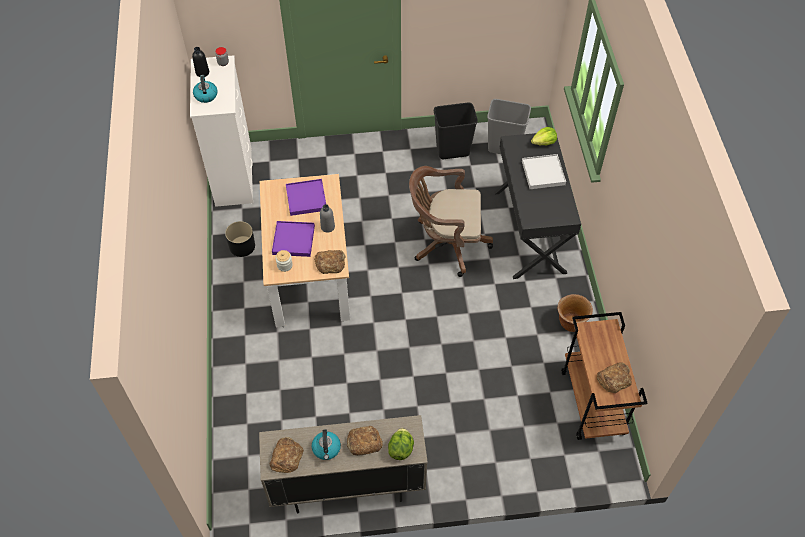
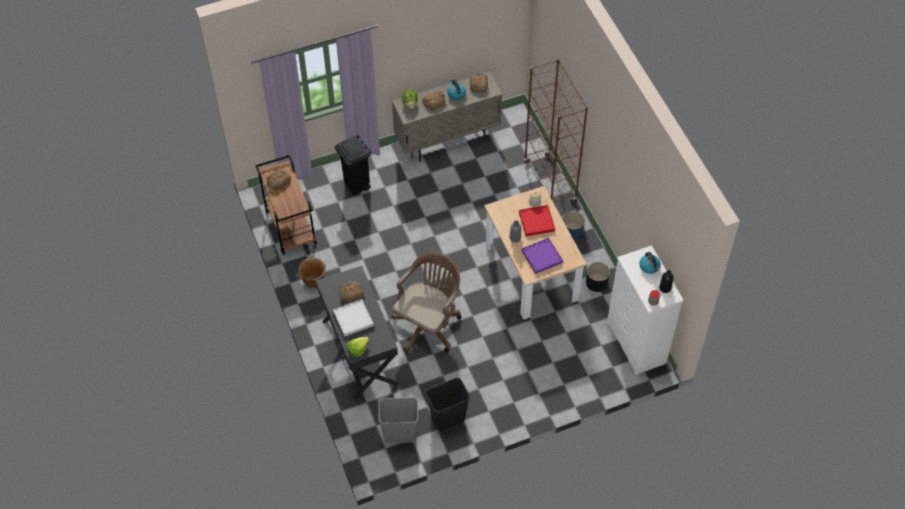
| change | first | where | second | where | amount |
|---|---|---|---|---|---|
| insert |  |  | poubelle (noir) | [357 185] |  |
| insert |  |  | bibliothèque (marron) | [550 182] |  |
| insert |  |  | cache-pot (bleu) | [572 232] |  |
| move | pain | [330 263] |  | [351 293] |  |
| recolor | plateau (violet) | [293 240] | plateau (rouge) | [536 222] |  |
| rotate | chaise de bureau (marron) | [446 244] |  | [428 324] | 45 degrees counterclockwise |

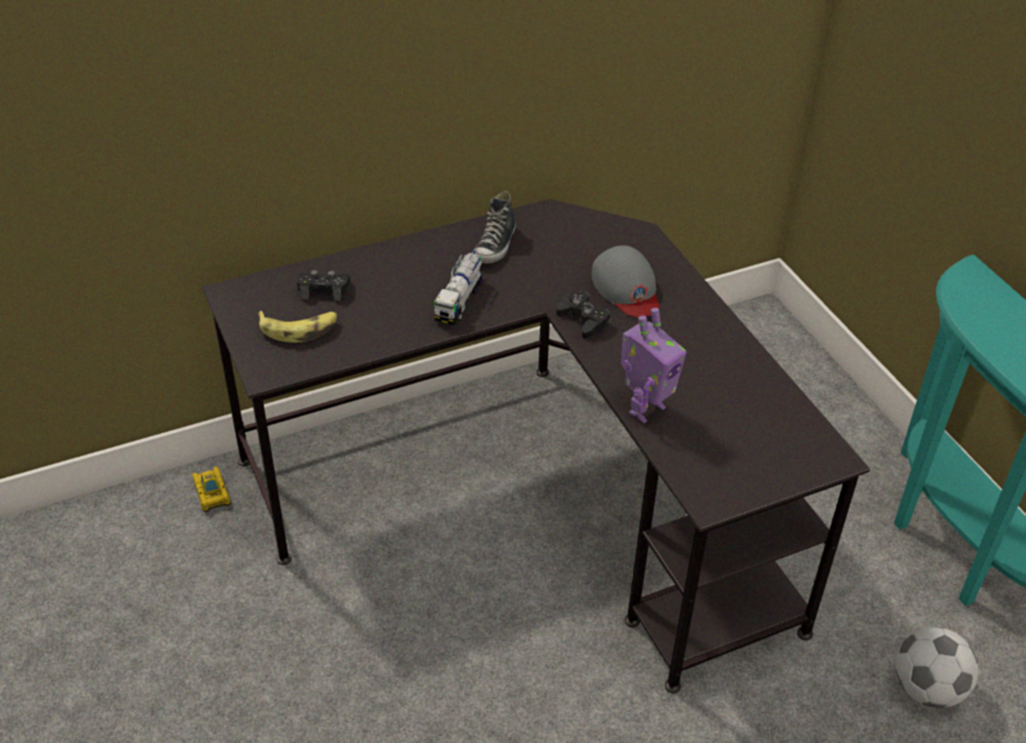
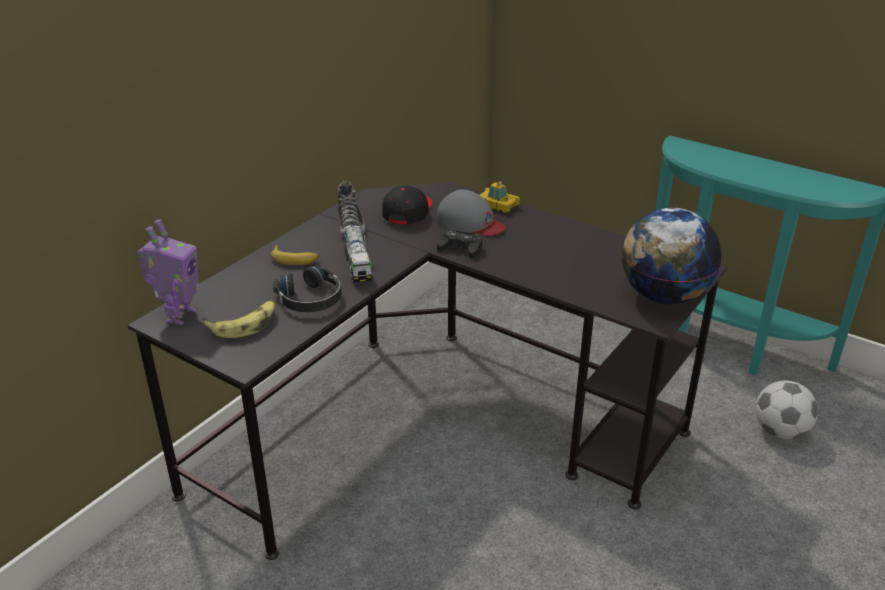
| change | first | where | second | where | amount |
|---|---|---|---|---|---|
| delete | manette (noir) | [323 289] |  |  |  |
| insert |  |  | banane | [295 259] |  |
| insert |  |  | casque audio (noir) | [311 299] |  |
| insert |  |  | casquette (noir) | [407 211] |  |
| insert |  |  | globe | [663 296] |  |
| move | petite voiture | [212 493] |  | [496 205] |  |
| move | robot jouet | [645 409] |  | [179 315] |  |

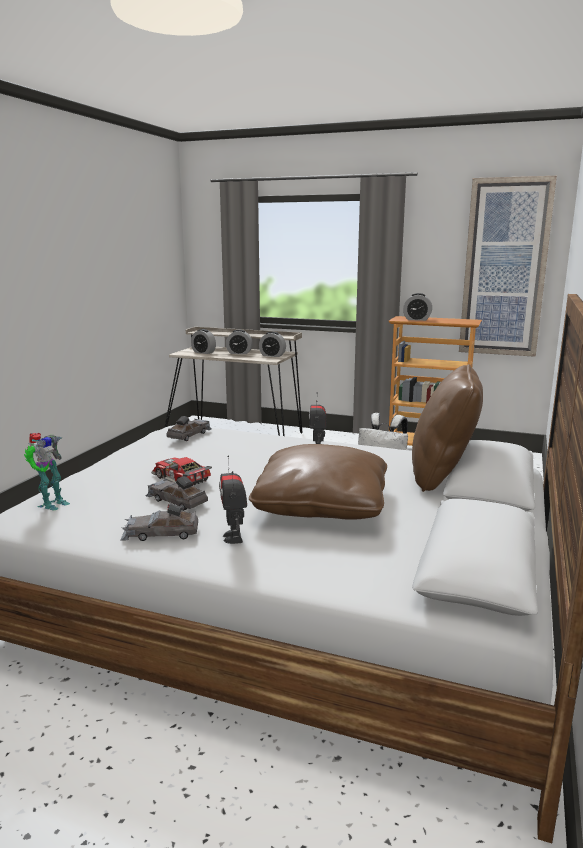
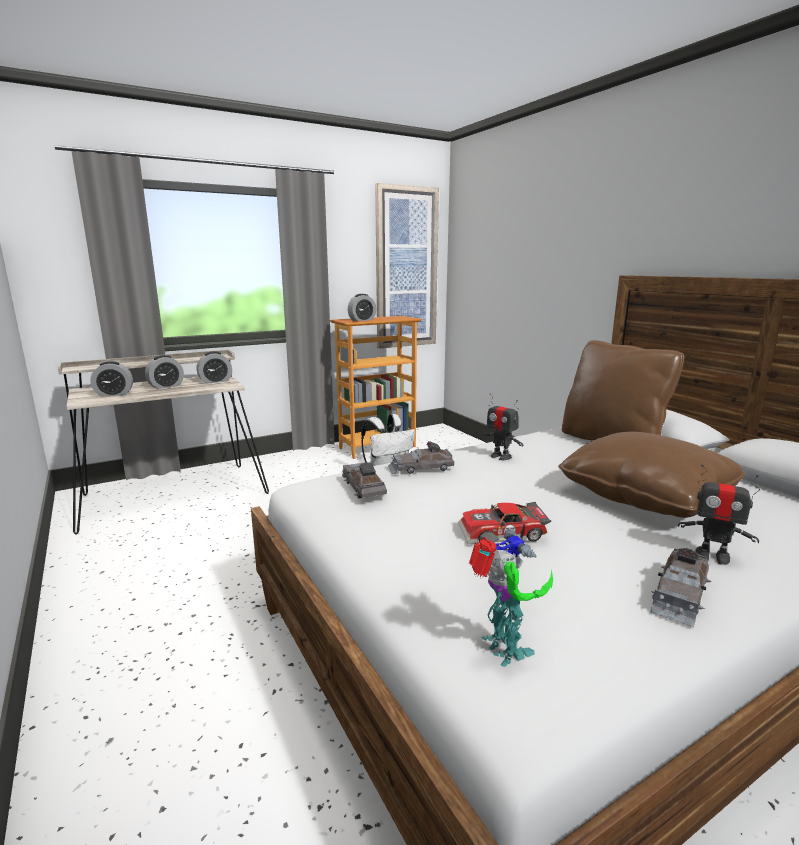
| change | first | where | second | where | amount |
|---|---|---|---|---|---|
| move | petite voiture (gris) | [176 501] |  | [420 468] |  |

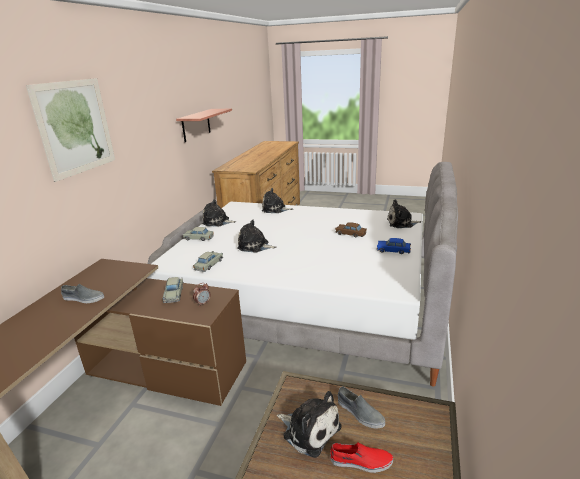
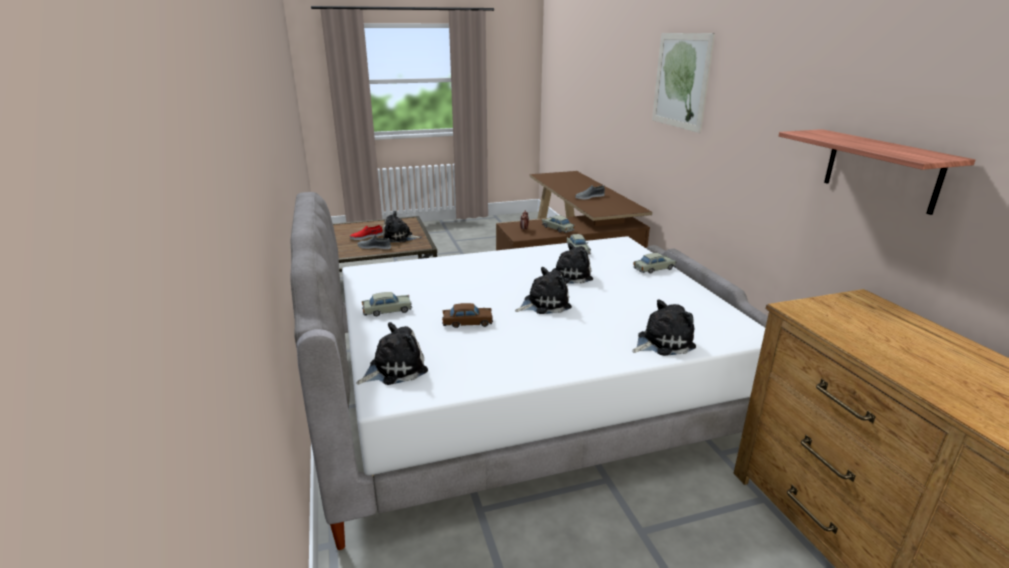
| change | first | where | second | where | amount |
|---|---|---|---|---|---|
| move | peluche | [217 222] |  | [544 304] |  |
| recolor | petite voiture (bleu) | [393 250] | petite voiture (beige) | [387 310] |  |

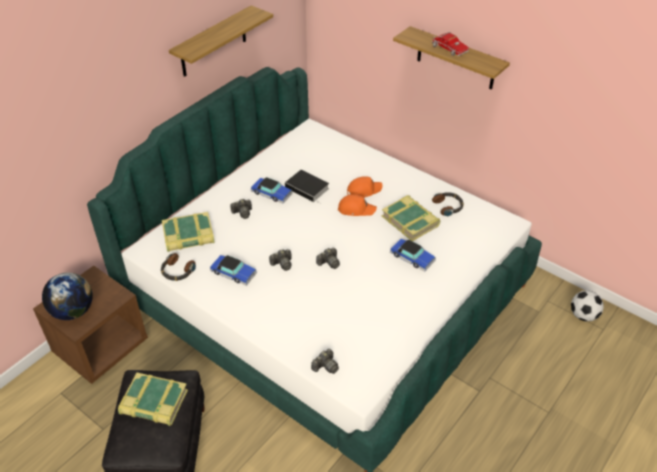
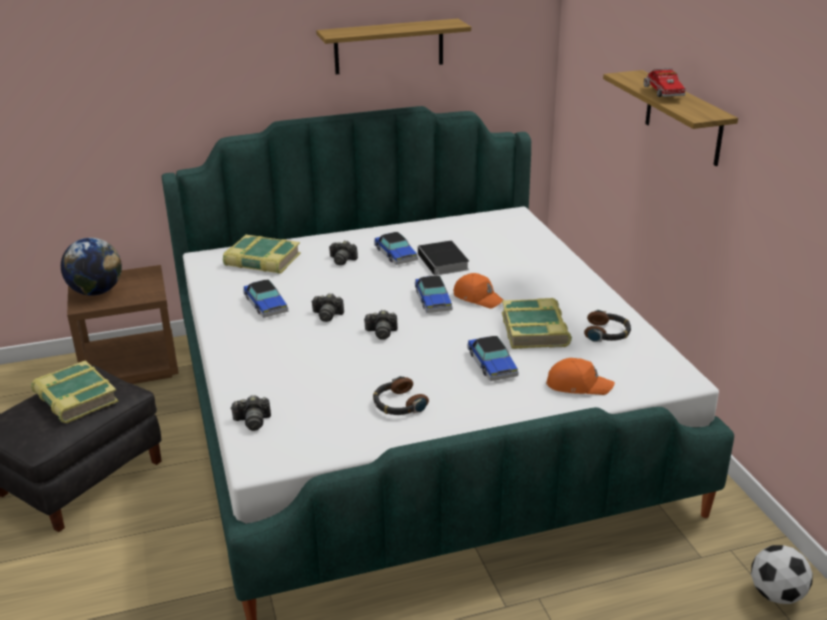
| change | first | where | second | where | amount |
|---|---|---|---|---|---|
| insert |  |  | petite voiture | [433 300] |  |
| move | casque audio | [177 271] |  | [398 404] |  |
| move | casquette (orange) | [363 190] |  | [578 385] |  |

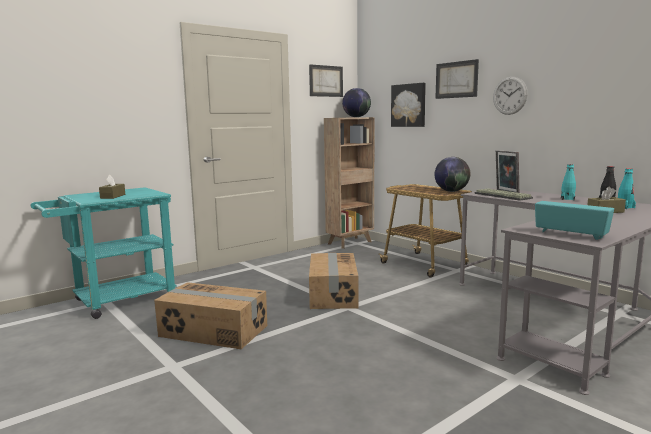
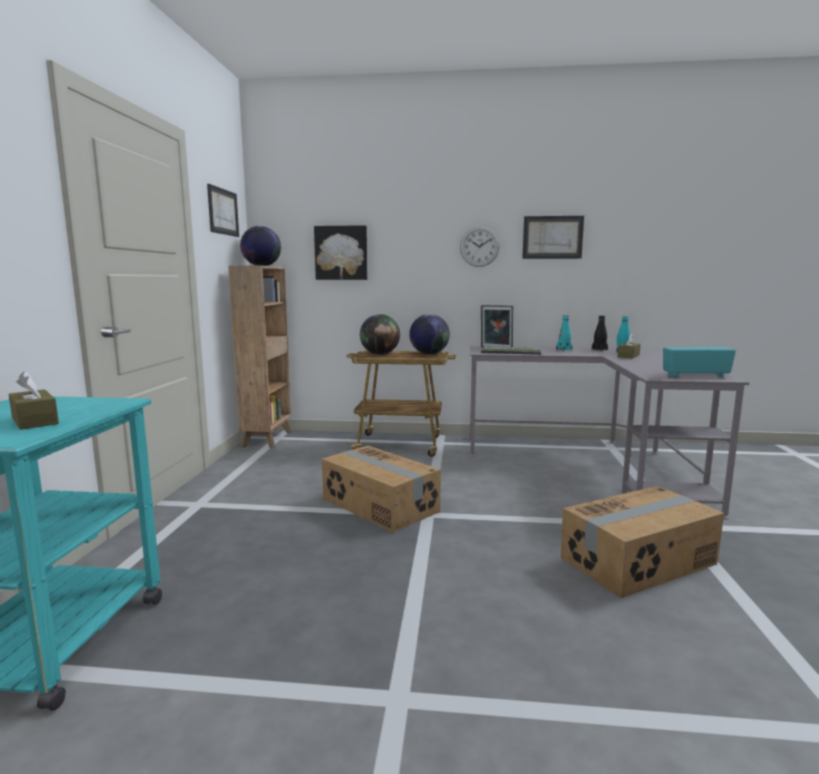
| change | first | where | second | where | amount |
|---|---|---|---|---|---|
| insert |  |  | globe | [380 354] |  |
| move | carton | [213 331] |  | [639 561] |  |
| move | tableau | [456 79] |  | [552 237] |  |

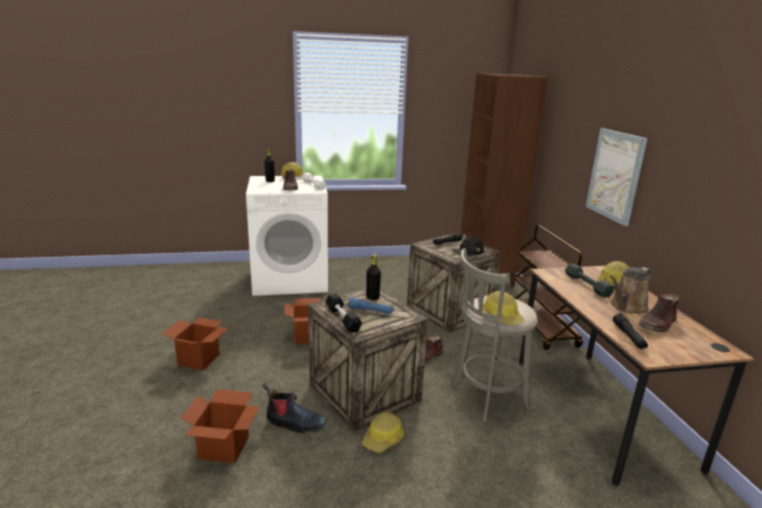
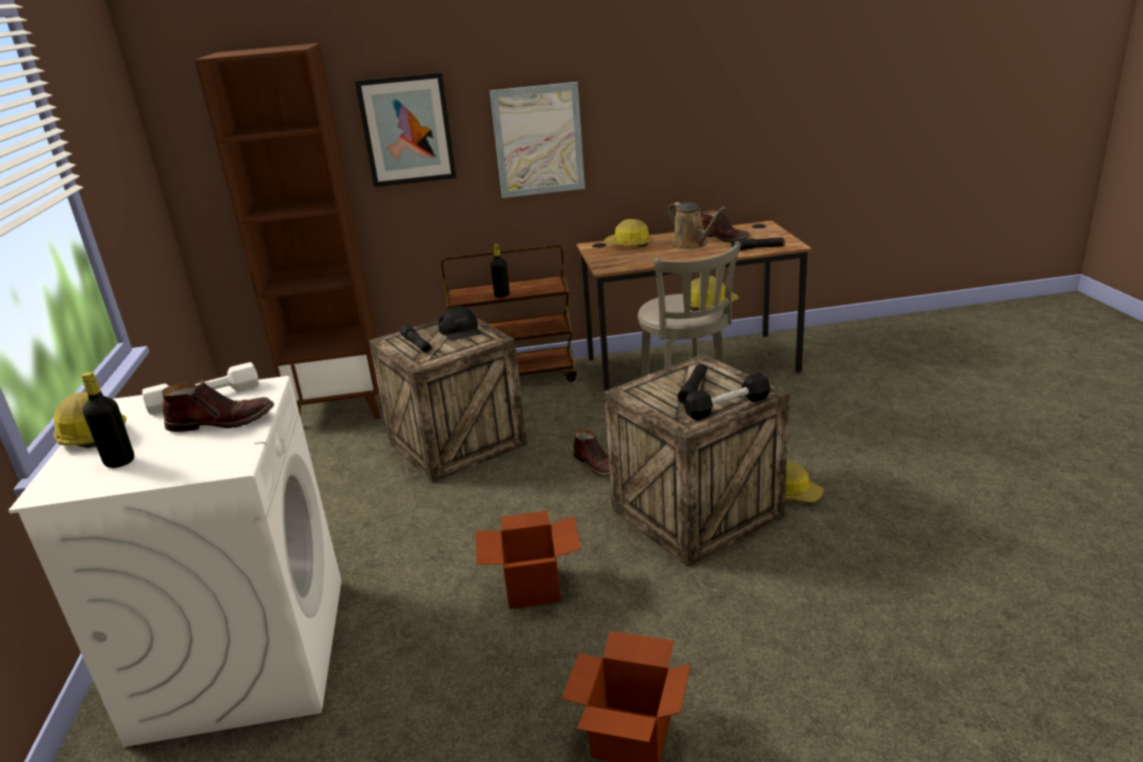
| change | first | where | second | where | amount |
|---|---|---|---|---|---|
| delete | carton | [223 447] |  |  |  |
| delete | botte | [294 423] |  |  |  |
| delete | haltère (gris) | [586 285] |  |  |  |
| insert |  |  | tableau | [407 130] |  |
| move | bouteille (noir) | [372 297] |  | [502 295] |  |
| recolor | lampe de poche (bleu) | [370 310] | lampe de poche (noir) | [693 389] |  |

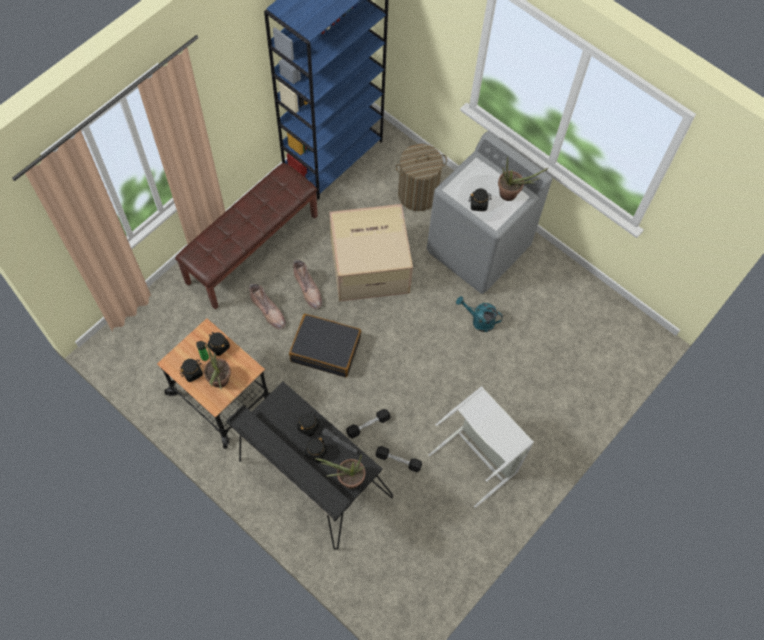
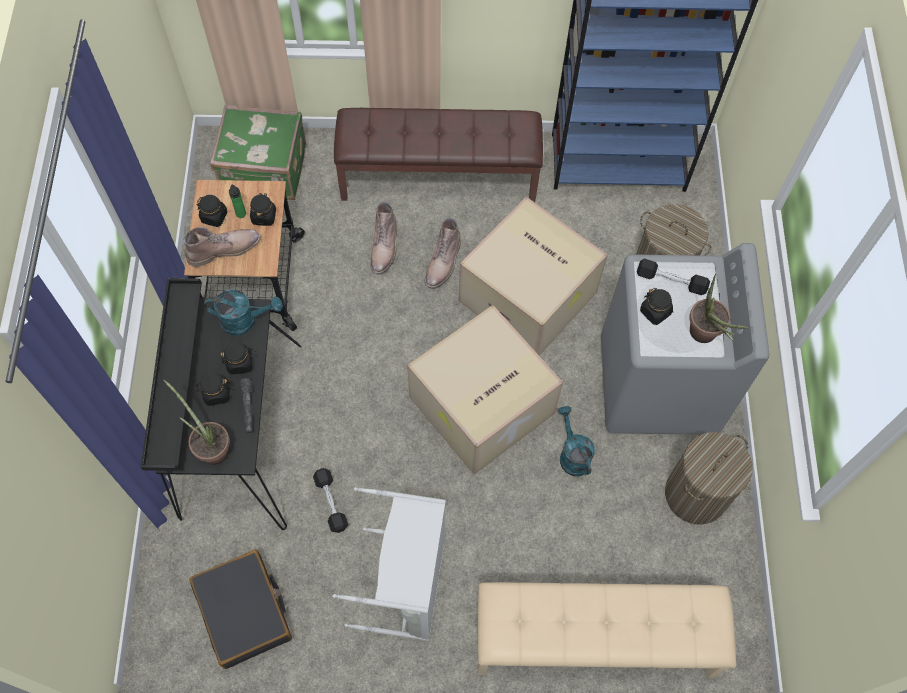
| change | first | where | second | where | amount |
|---|---|---|---|---|---|
| insert |  |  | arrosoir (turquoise) | [245 320] |  |
| insert |  |  | valise (vert) | [265 171] |  |
| insert |  |  | carton | [481 407] |  |
| insert |  |  | banc (beige) | [593 642] |  |
| insert |  |  | panier à linge | [696 494] |  |
| move | valise (noir) | [326 349] |  | [244 612] |  |
| move | haltère (noir) | [368 425] |  | [671 281] |  |
| replace | plante en pot | [219 383] | botte (marron) | [224 249] |  |

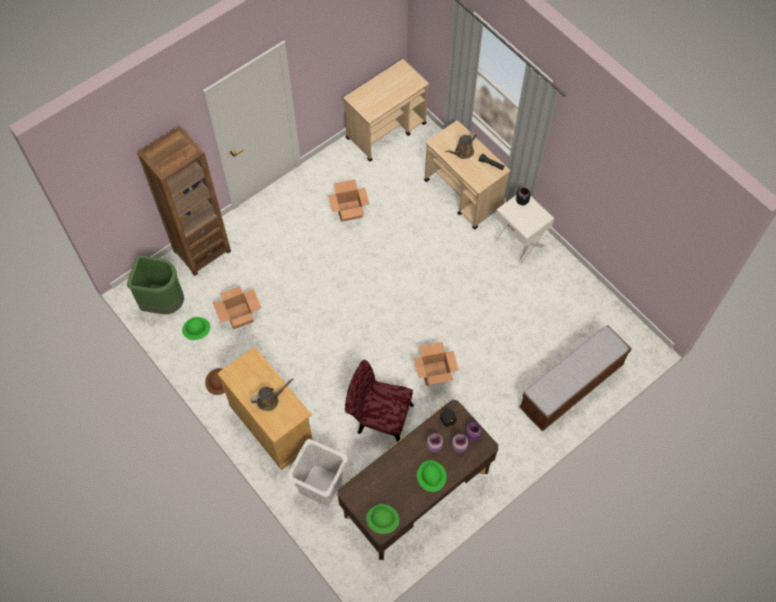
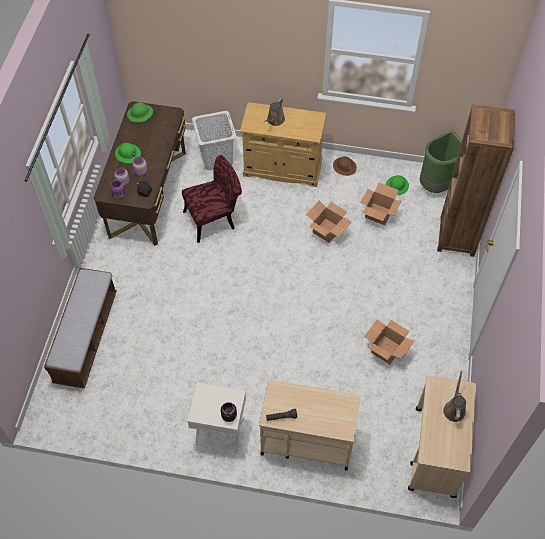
| change | first | where | second | where | amount |
|---|---|---|---|---|---|
| move | carton | [434 373] |  | [327 230] |  |
| move | arrosoir (marron) | [462 152] |  | [454 409] |  |

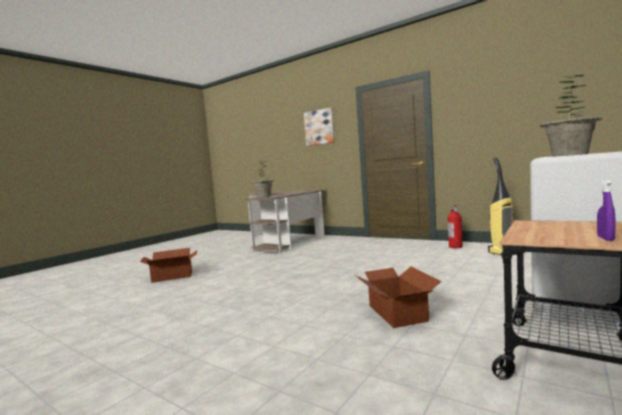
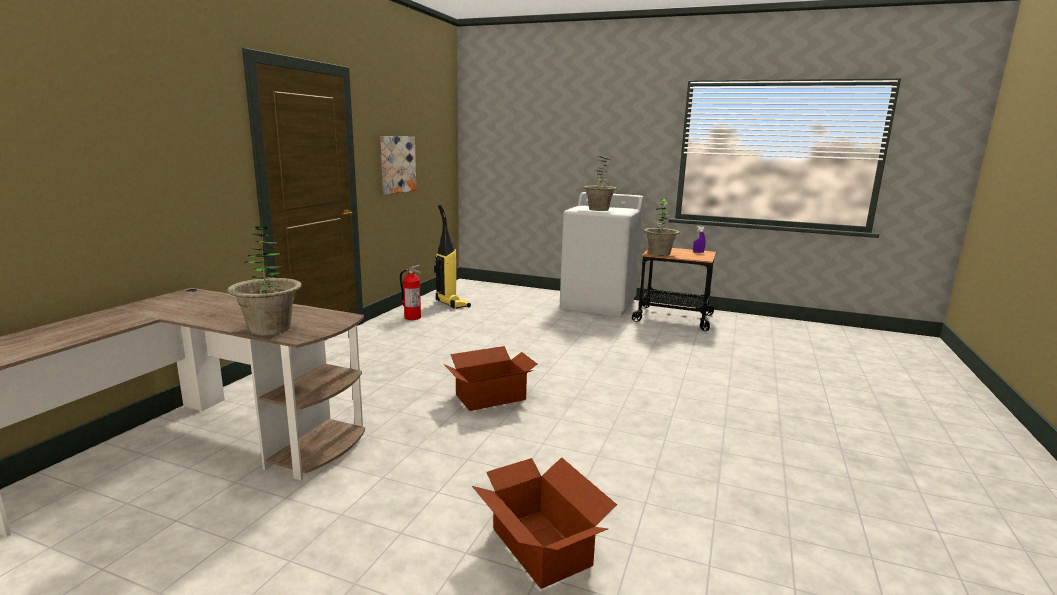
| change | first | where | second | where | amount |
|---|---|---|---|---|---|
| insert |  |  | plante en pot | [659 253] |  |
| move | tableau | [319 127] |  | [397 164] |  |
| move | carton | [396 313] |  | [491 397] |  |

